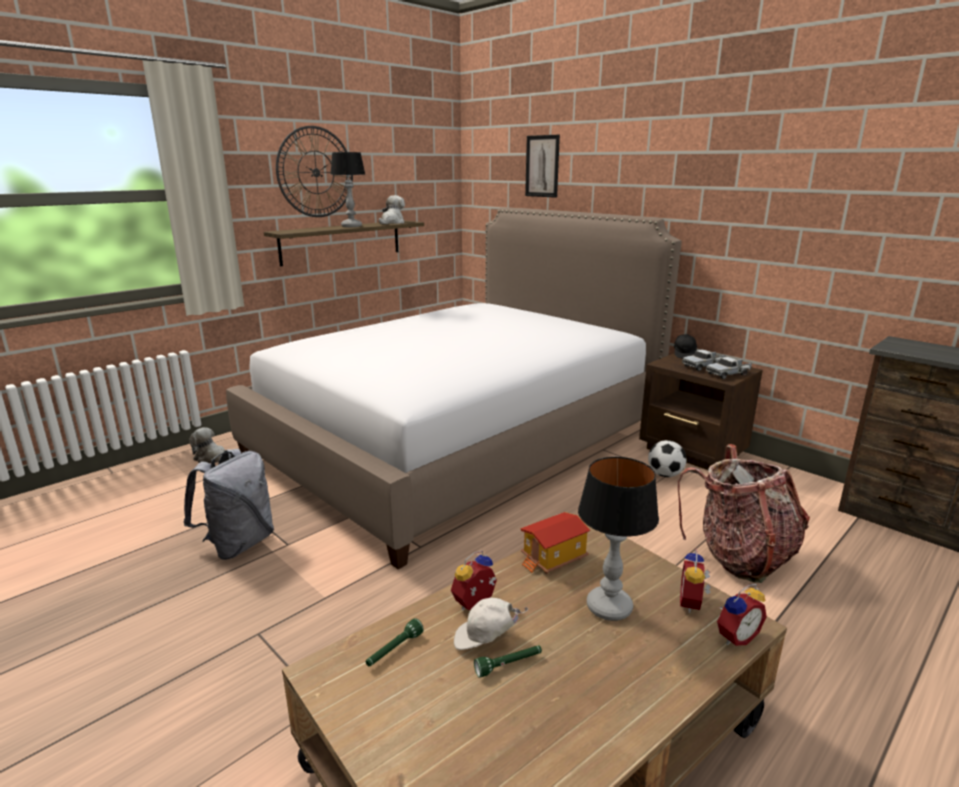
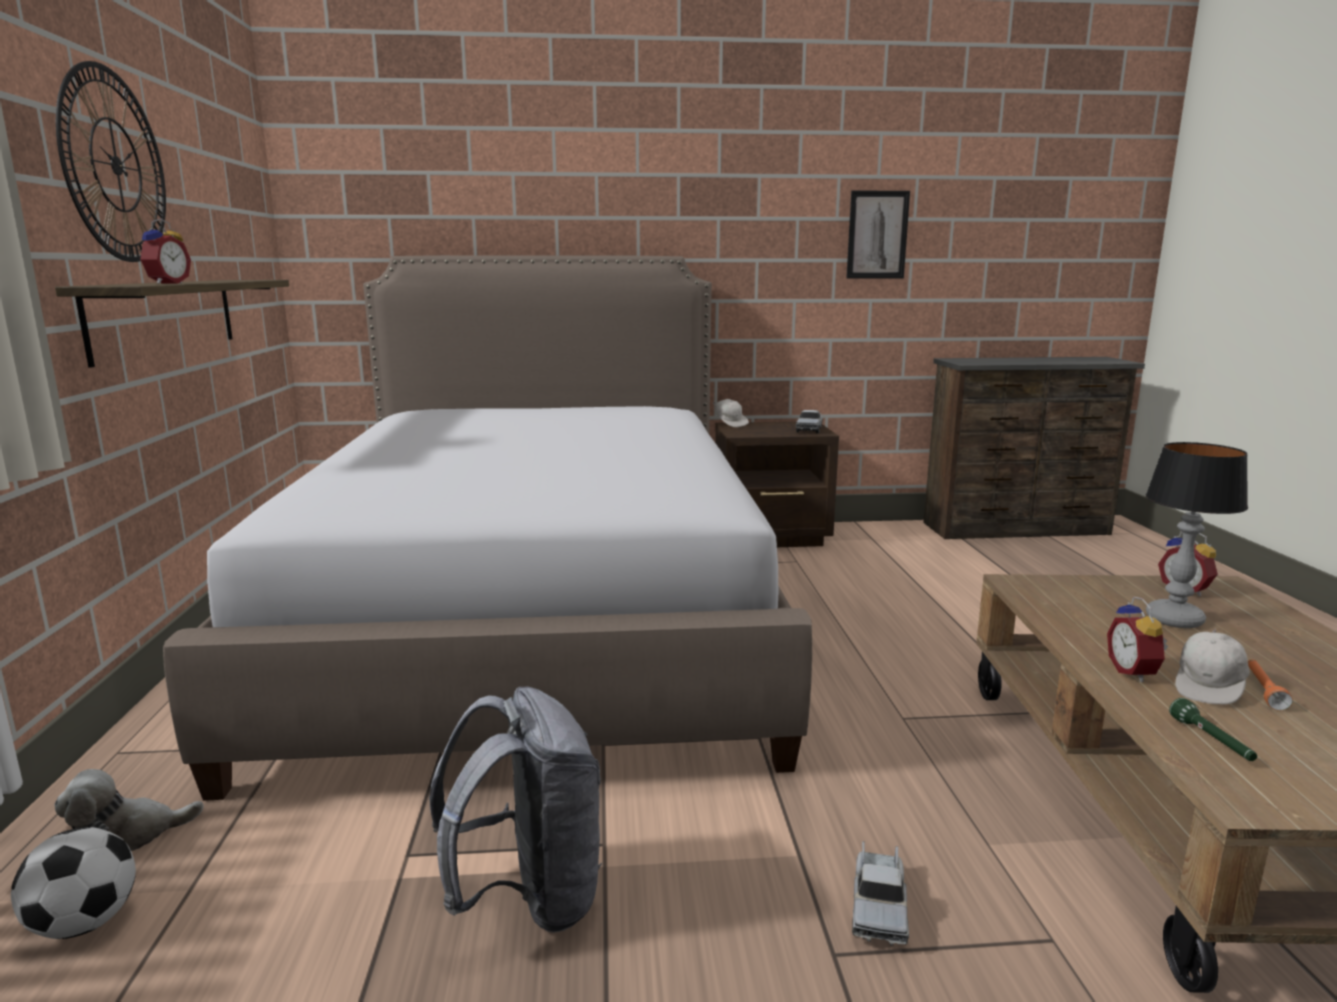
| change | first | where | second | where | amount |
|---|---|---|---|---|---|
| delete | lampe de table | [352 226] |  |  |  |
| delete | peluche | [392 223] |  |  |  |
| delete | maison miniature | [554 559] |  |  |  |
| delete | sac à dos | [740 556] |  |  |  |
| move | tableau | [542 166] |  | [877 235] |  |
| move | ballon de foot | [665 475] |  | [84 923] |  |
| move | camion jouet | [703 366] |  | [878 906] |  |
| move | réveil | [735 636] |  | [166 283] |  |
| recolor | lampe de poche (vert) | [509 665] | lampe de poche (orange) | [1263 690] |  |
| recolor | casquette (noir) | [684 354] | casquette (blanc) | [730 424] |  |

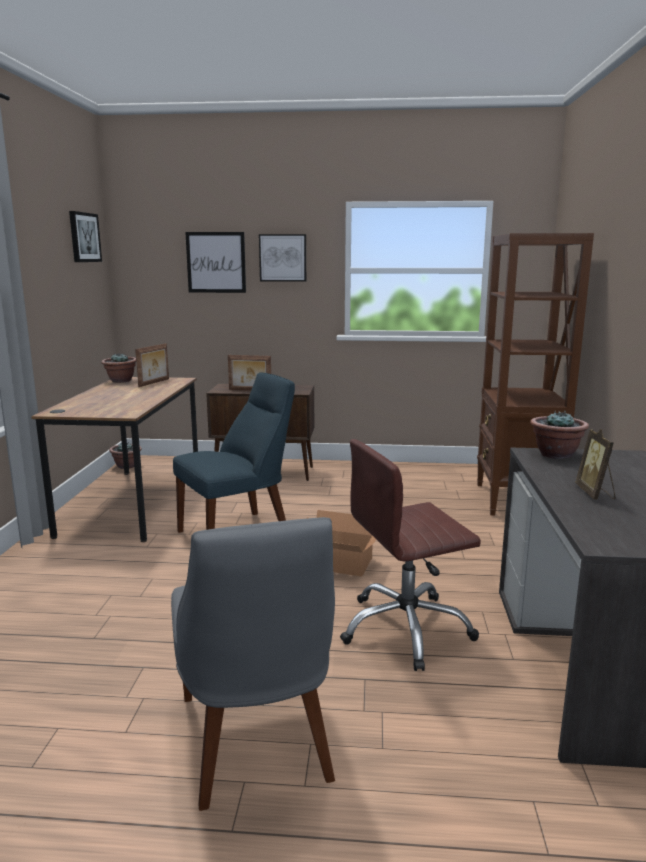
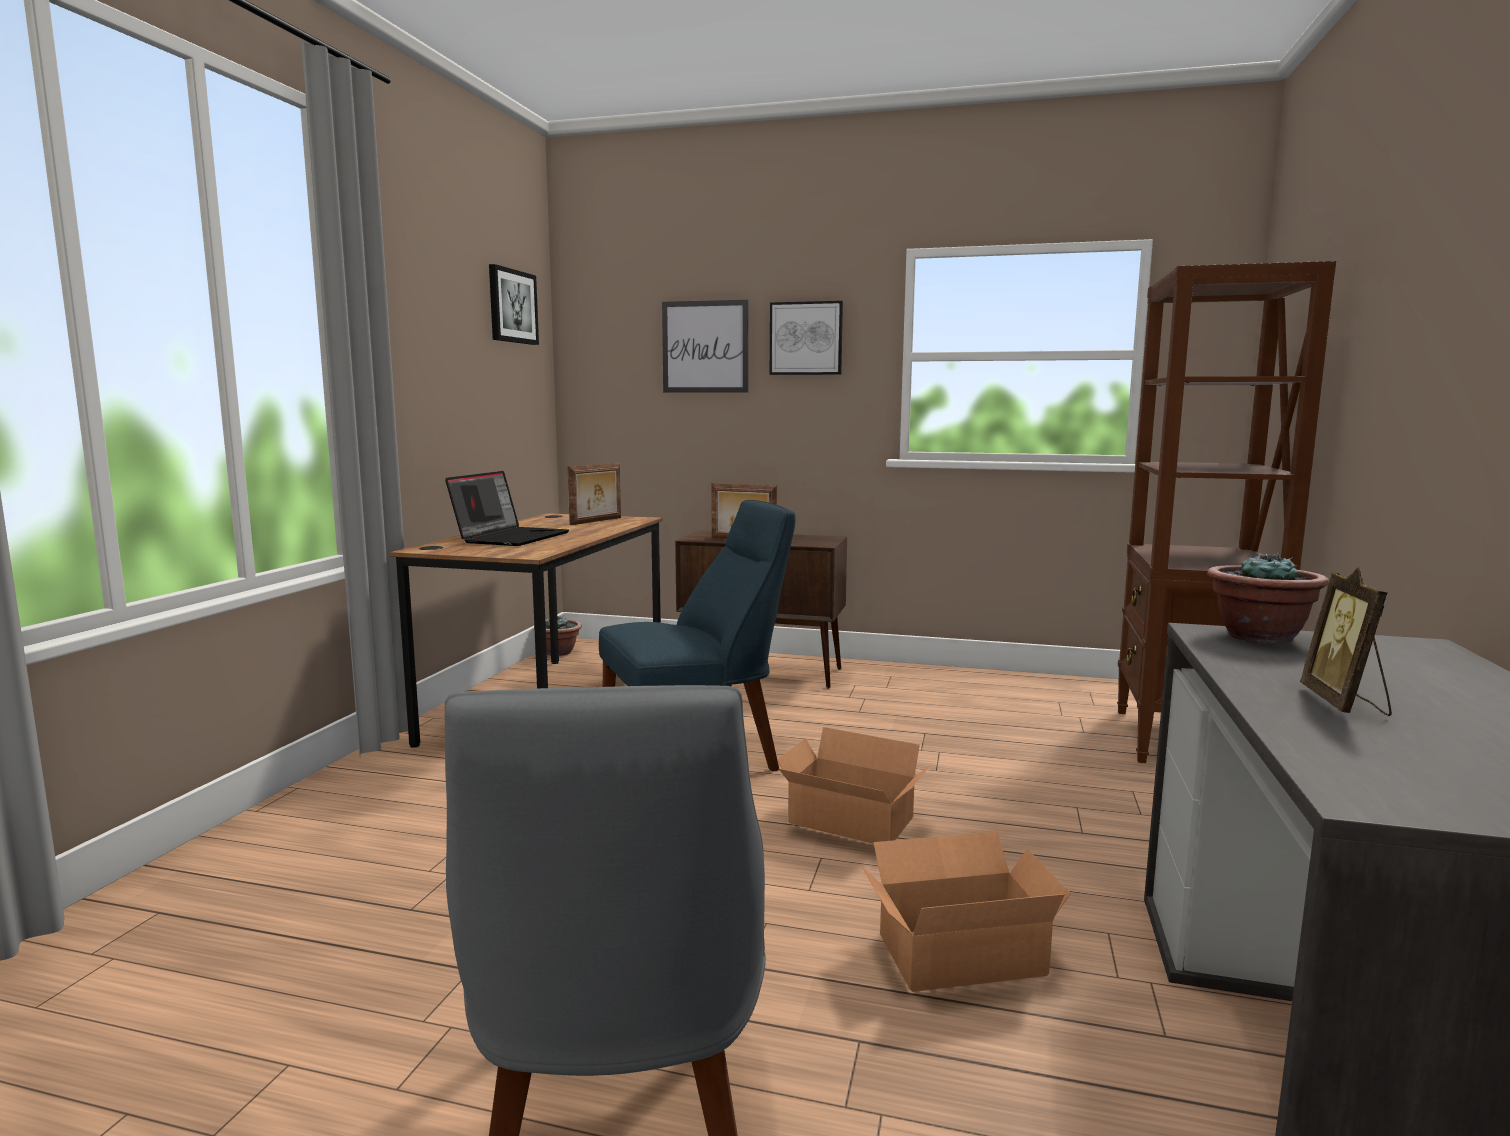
| change | first | where | second | where | amount |
|---|---|---|---|---|---|
| delete | plante en pot | [121 381] |  |  |  |
| insert |  |  | ordinateur portable | [511 537] |  |
| replace | chaise de bureau (marron) | [406 629] | carton | [955 951] |  |

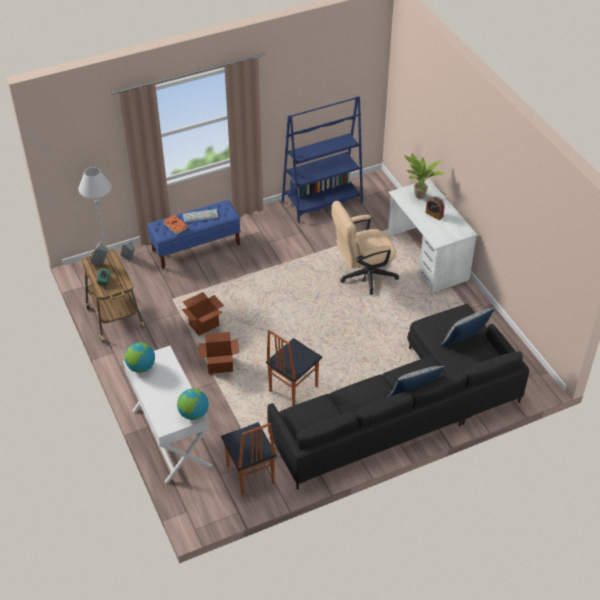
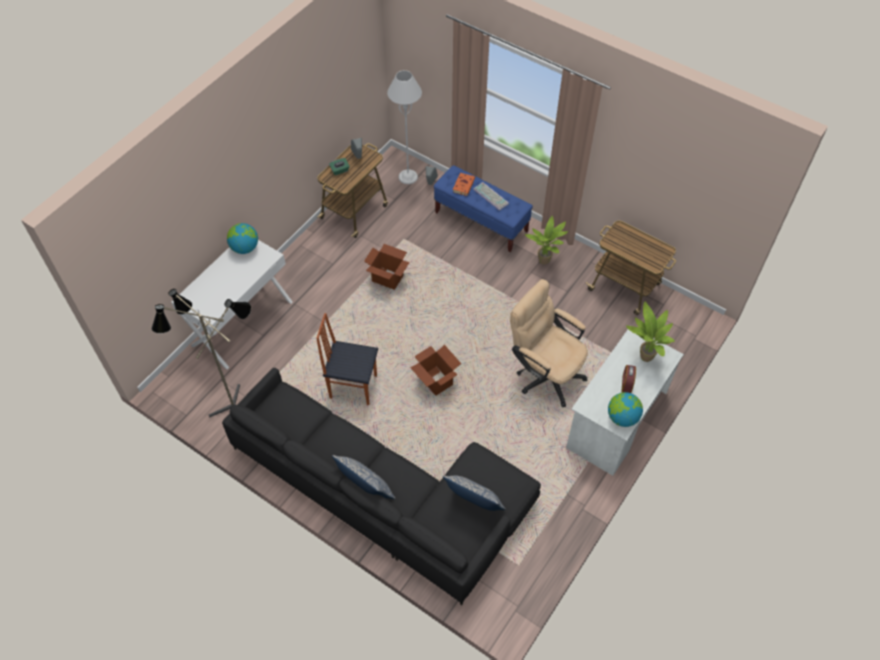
| change | first | where | second | where | amount |
|---|---|---|---|---|---|
| insert |  |  | plante en pot | [545 262] |  |
| move | globe | [193 413] |  | [622 417] |  |
| move | carton | [220 365] |  | [435 381] |  |
| replace | chaise | [249 475] | lampadaire | [231 403] |  |
| replace | bibliothèque (bleu) | [322 202] | chariot | [625 287] |  |

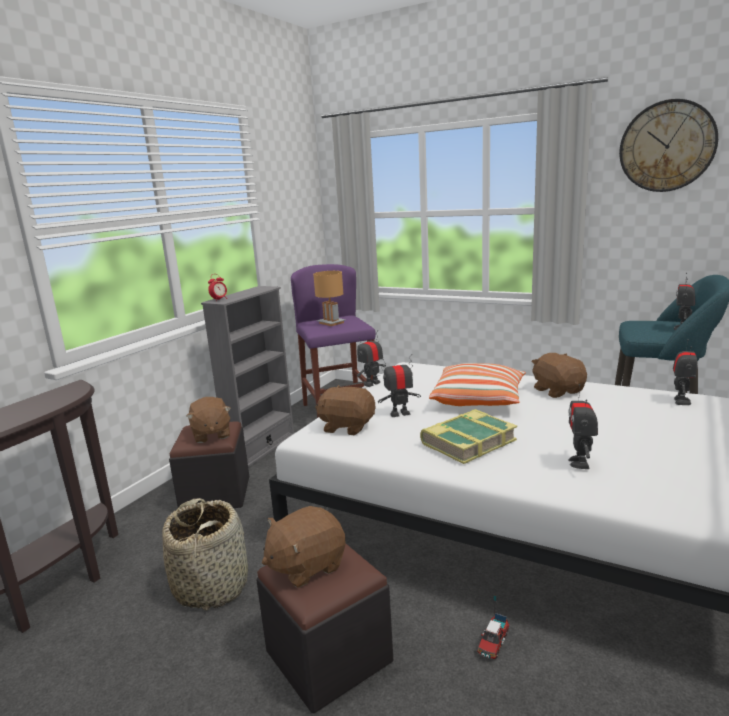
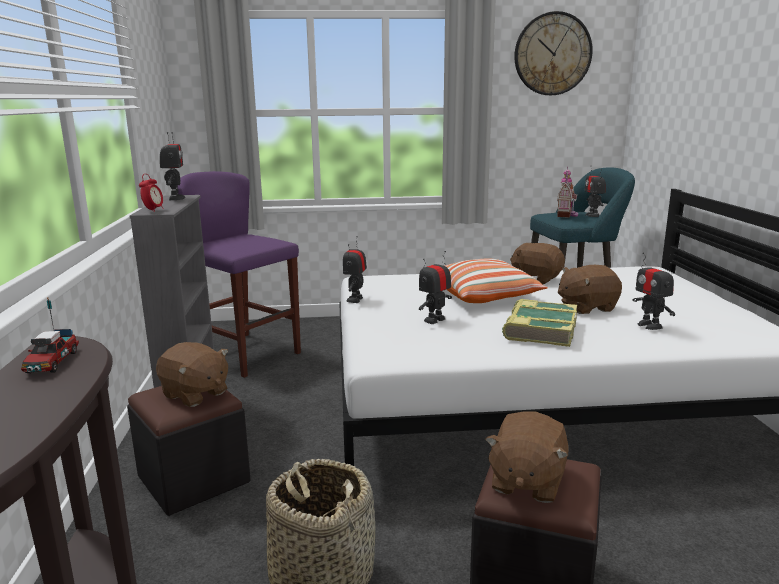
| change | first | where | second | where | amount |
|---|---|---|---|---|---|
| delete | lampe de table (marron) | [331 323] |  |  |  |
| insert |  |  | maison miniature | [567 215] |  |
| move | peluche (marron) | [347 427] |  | [586 307] |  |
| move | camion jouet | [493 643] |  | [52 363] |  |
| move | robot jouet | [681 401] |  | [176 198] |  |

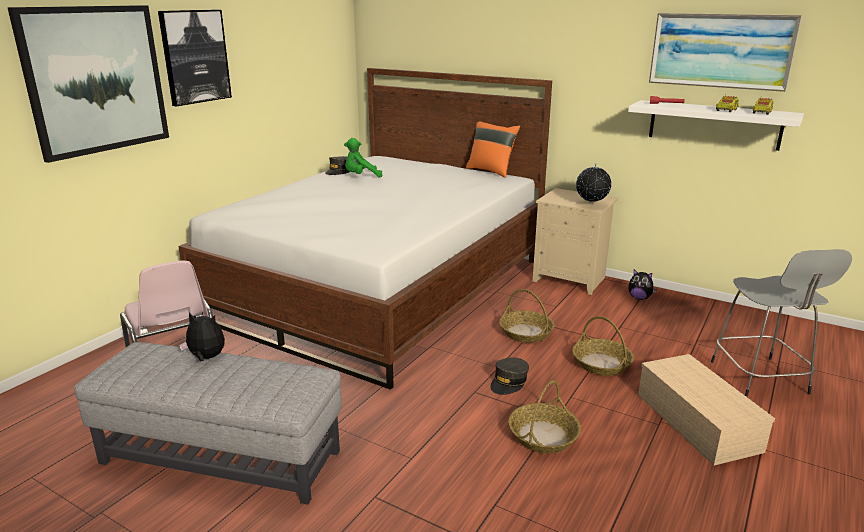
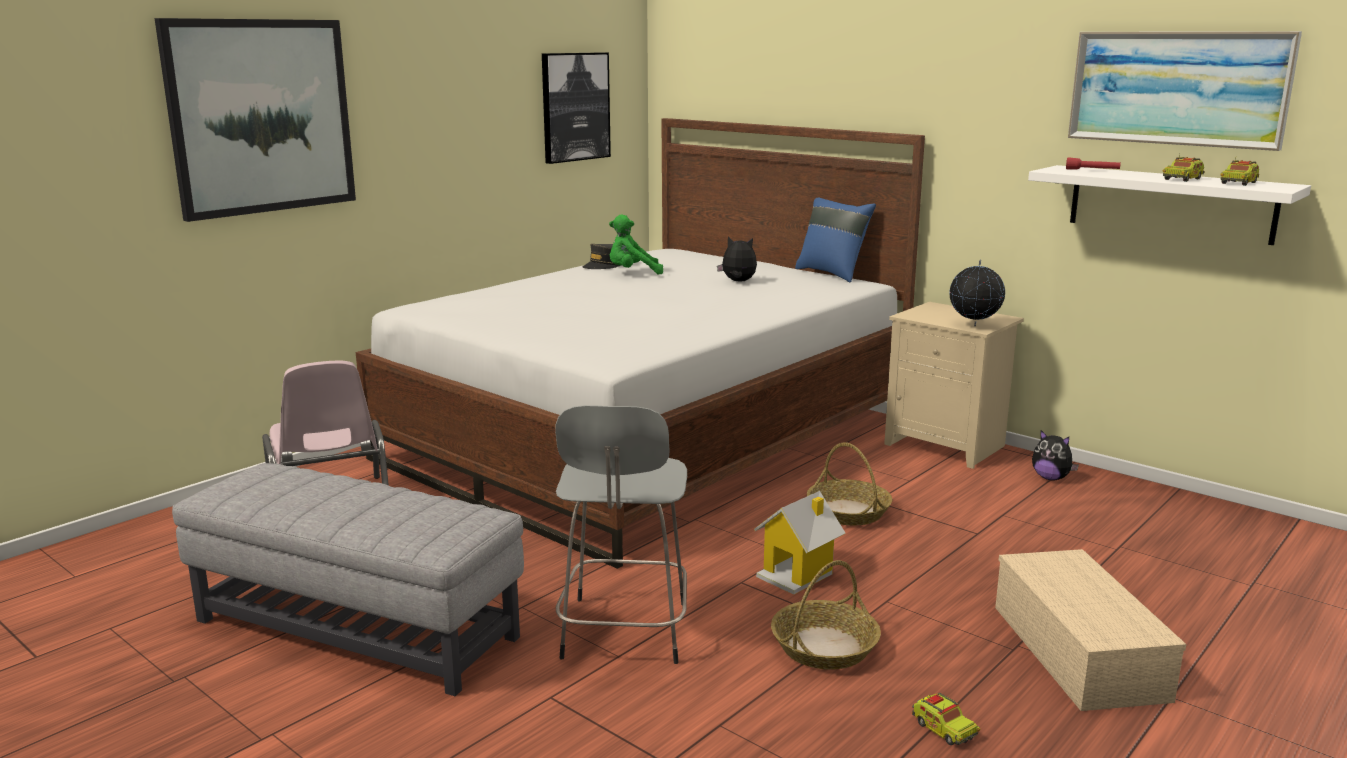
| change | first | where | second | where | amount |
|---|---|---|---|---|---|
| delete | panier | [602 364] |  |  |  |
| insert |  |  | camion jouet | [943 729] |  |
| move | tableau | [195 56] |  | [575 107] |  |
| move | peluche | [206 358] |  | [738 282] |  |
| move | tabouret (gris) | [760 379] |  | [624 633] |  |
| replace | casquette (gris) | [509 382] | maison miniature | [797 574] |  |
| recolor | coussin (orange) | [491 171] | coussin (bleu) | [832 273] |  |

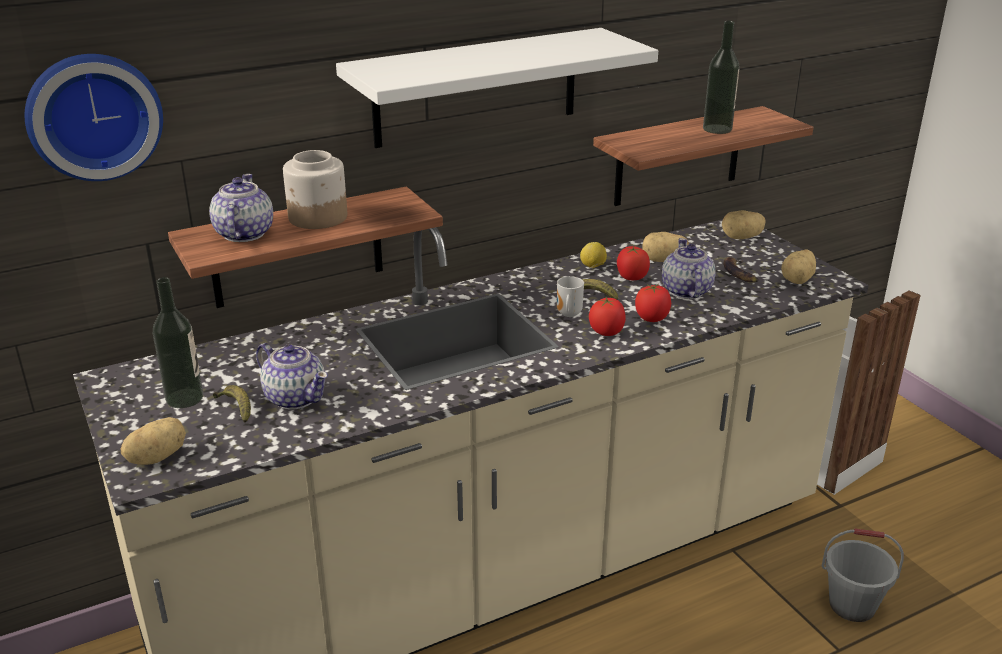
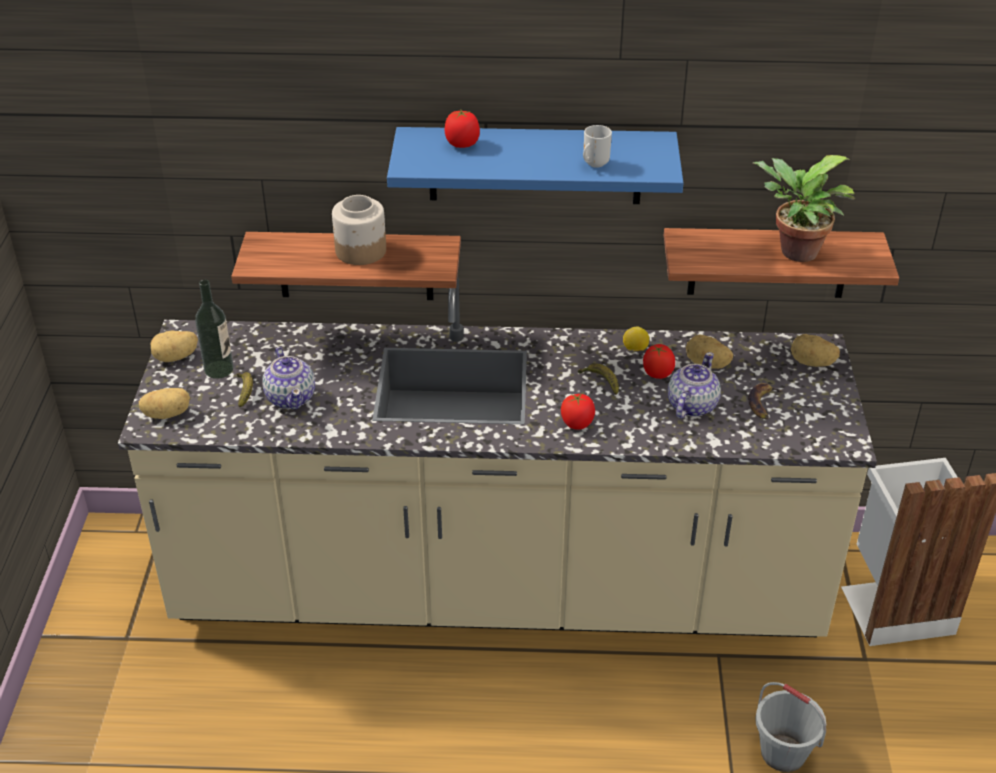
| change | first | where | second | where | amount |
|---|---|---|---|---|---|
| delete | horloge murale | [93 115] |  |  |  |
| delete | théière | [243 234] |  |  |  |
| move | mug | [567 314] |  | [593 164] |  |
| move | tomate | [652 318] |  | [462 144] |  |
| move | pomme de terre | [798 280] |  | [176 357] |  |
| replace | bouteille | [717 129] | plante en pot | [794 252] |  |
| recolor | étagère (blanc) | [476 87] | étagère (bleu) | [535 165] |  |

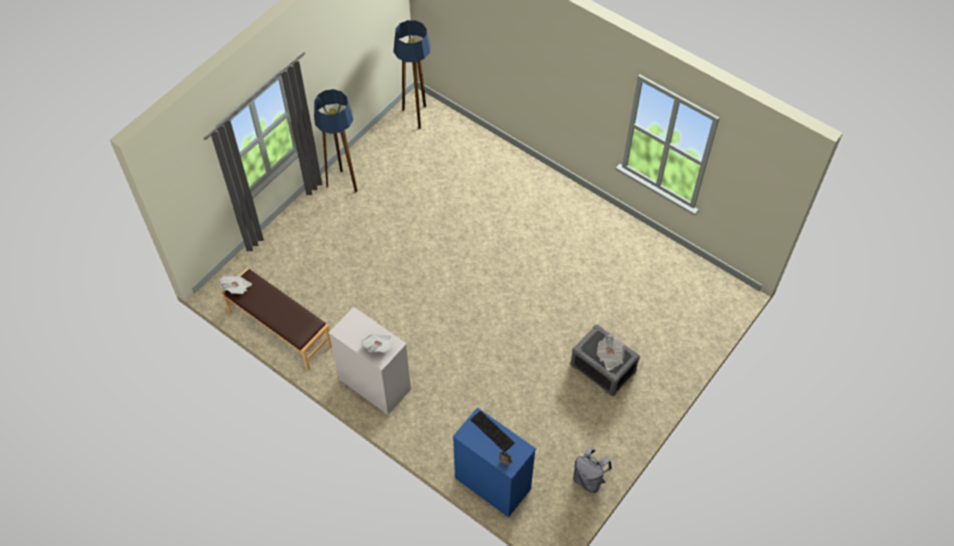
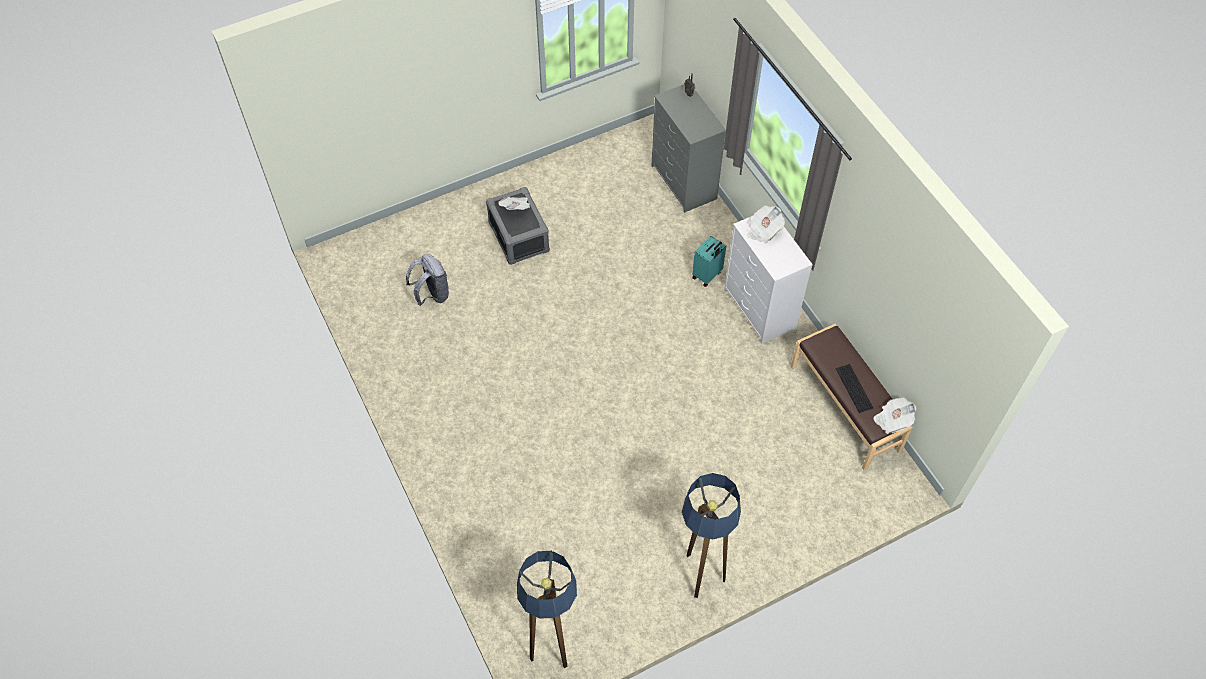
| change | first | where | second | where | amount |
|---|---|---|---|---|---|
| insert |  |  | valise (turquoise) | [707 275] |  |
| move | clavier | [492 431] |  | [854 388] |  |
| move | sac à dos (gris) | [589 479] |  | [432 295] |  |
| recolor | commode (bleu) | [492 483] | commode (gris) | [684 183] |  |

